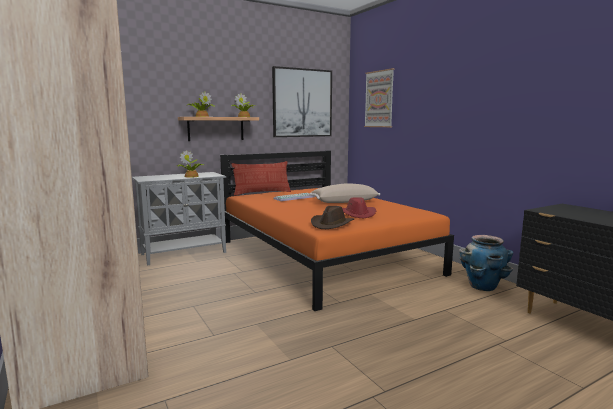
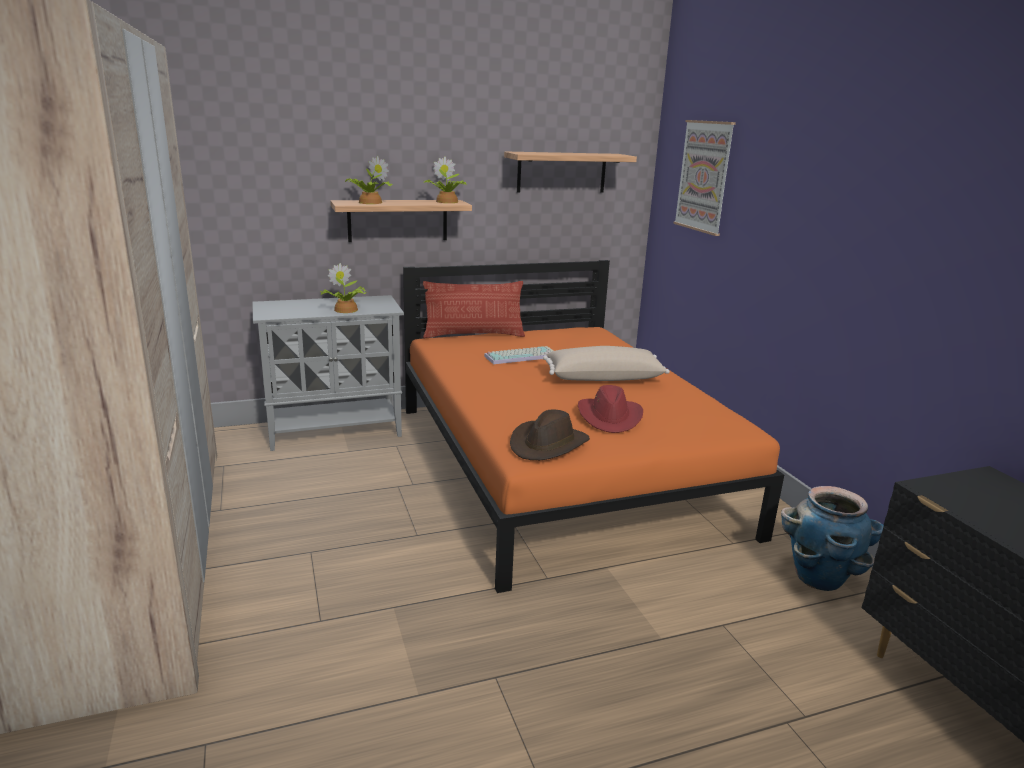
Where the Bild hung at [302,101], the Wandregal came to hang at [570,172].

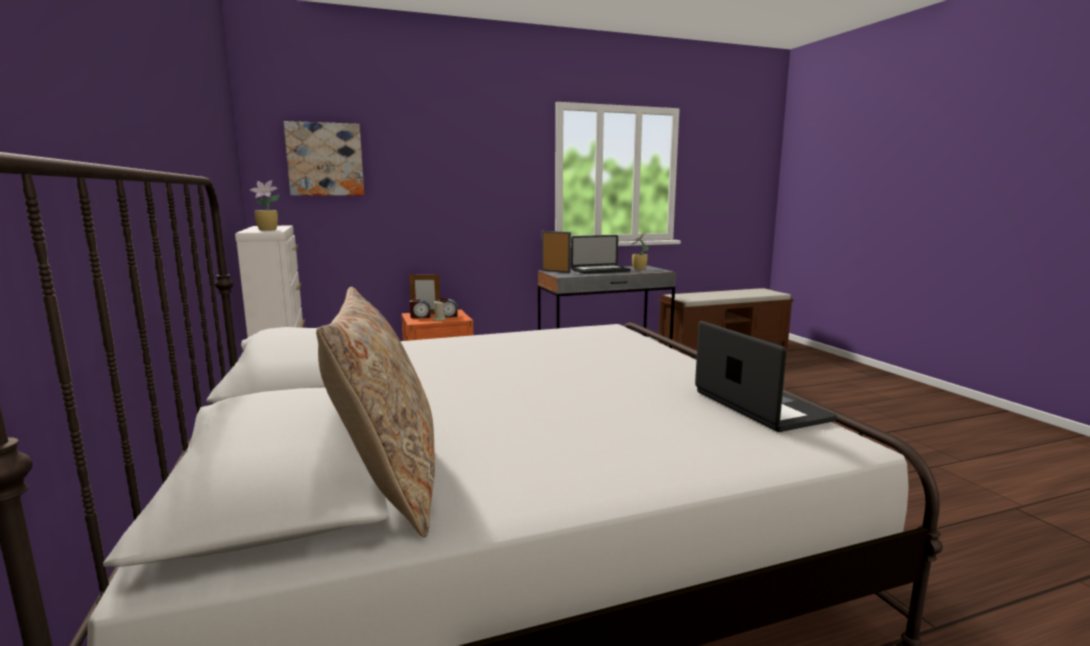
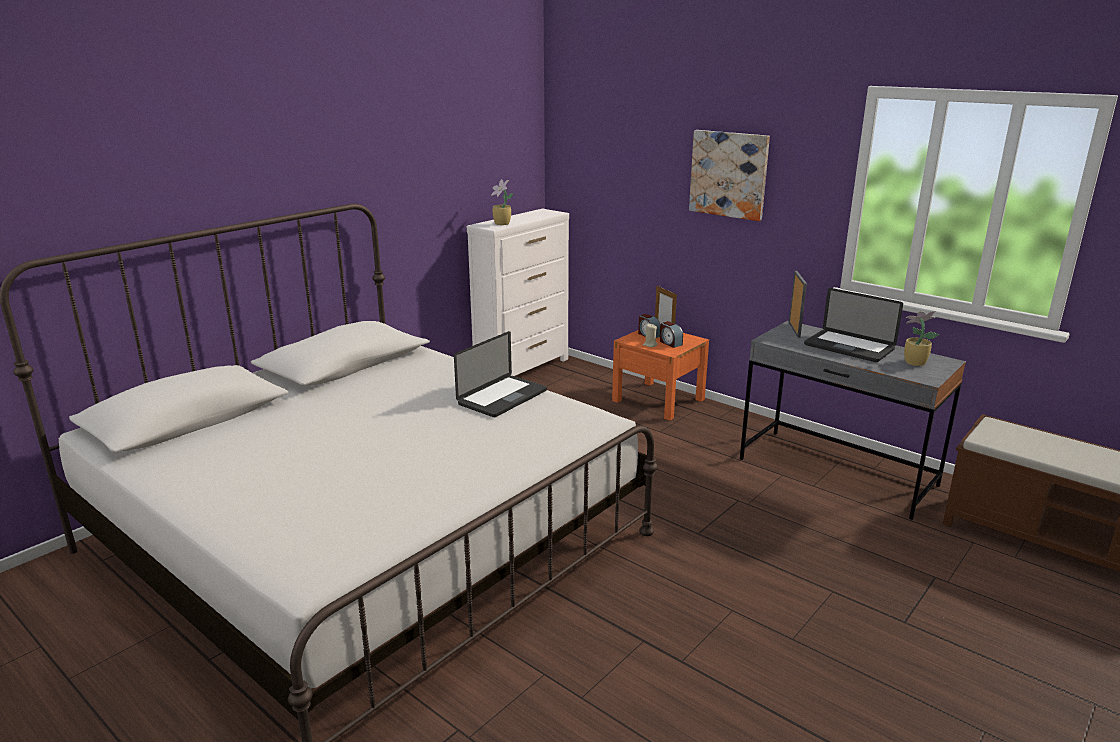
The Bild ended up elsewhere, having gone from [324,158] to [729,175]. The second view lost the Kissen [beige] at [375,412]. The Laptop ended up elsewhere, having gone from [766,376] to [500,374].

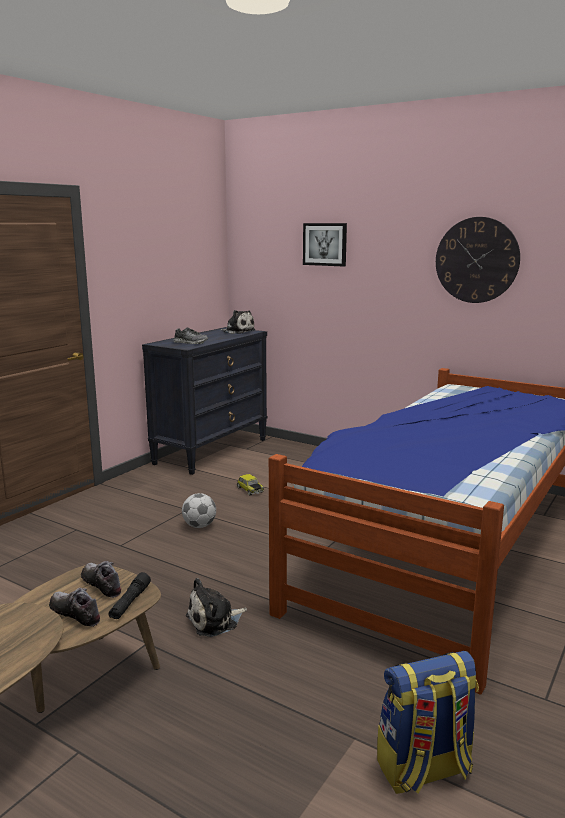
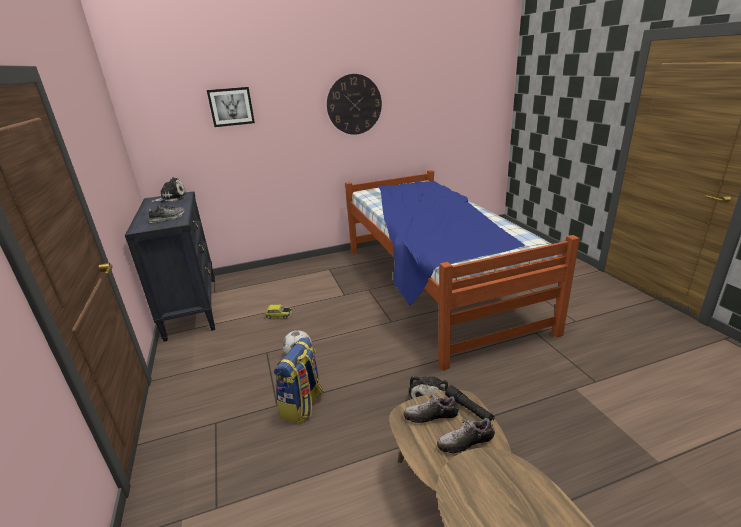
The Rucksack ended up elsewhere, having gone from [428,722] to [299,381].

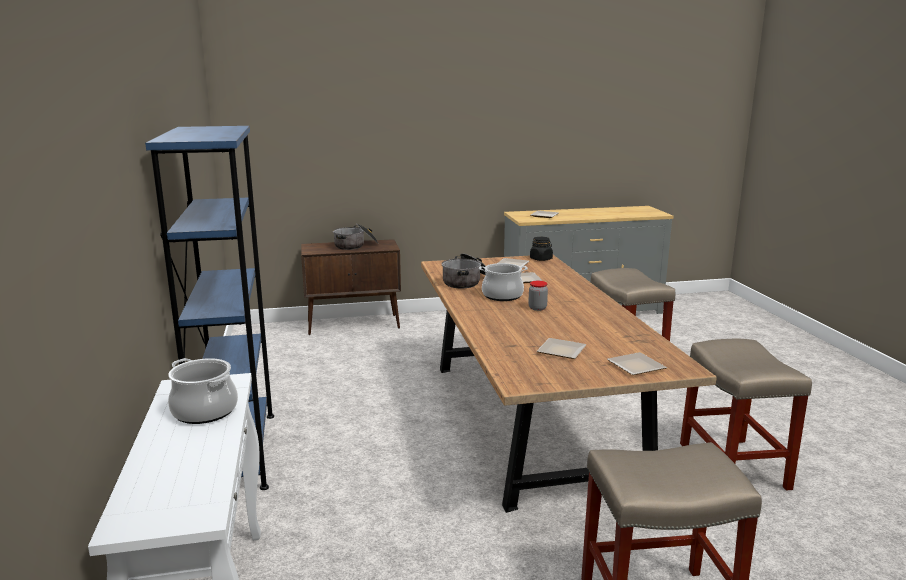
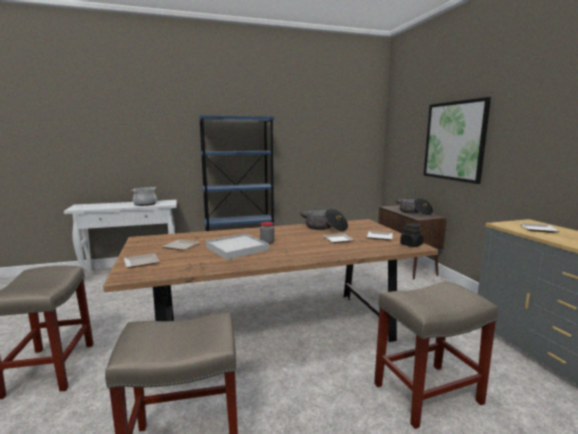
The second view lost the Kochtopf at [503,282]. The second view gained the Tablett [weiß] at [237,246]. The second view gained the Bild at [457,140].

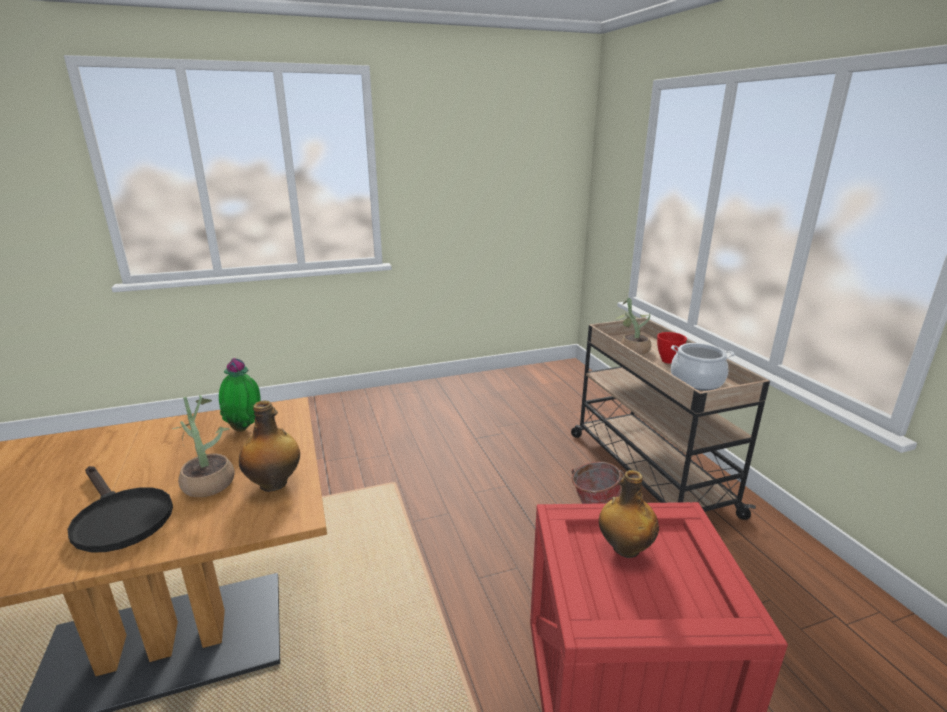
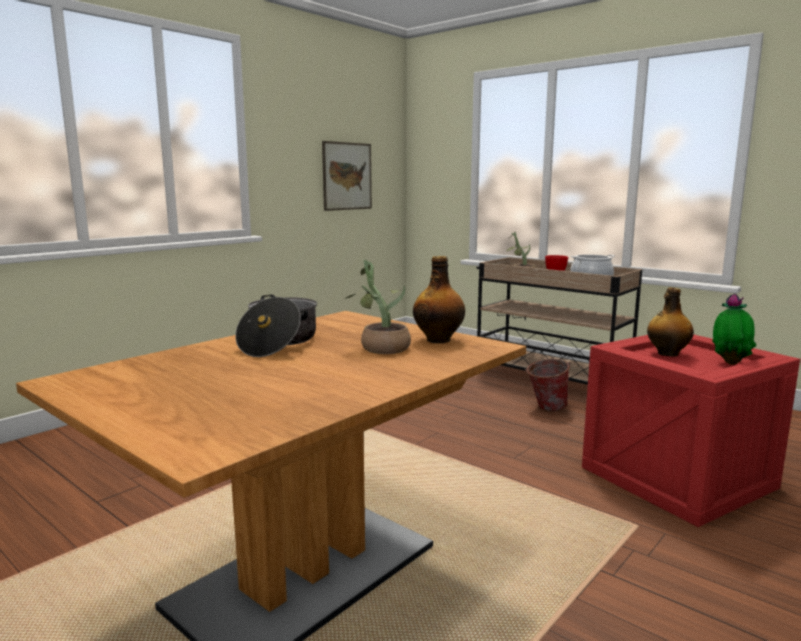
The second view lost the Pfanne [schwarz] at [120,509]. The Topfpflanze ended up elsewhere, having gone from [240,395] to [734,329]. The second view gained the Kochtopf at [276,326]. The second view gained the Bild at [347,176].

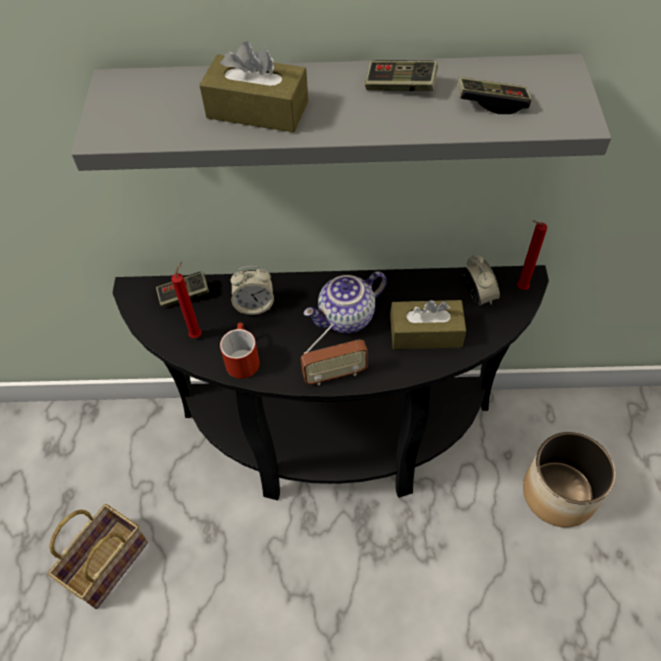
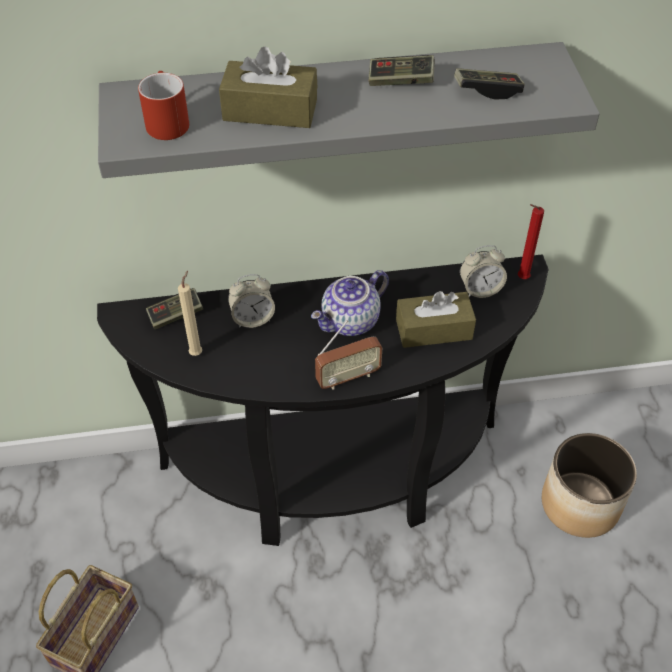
What was the Kerze [rot] at [186,300] turned into the Kerze [beige] at [190,313]. The Henkelbecher [rot] ended up elsewhere, having gone from [240,350] to [163,105]. The Wecker at [481,280] ended up facing another way, 105 degrees clockwise from before.

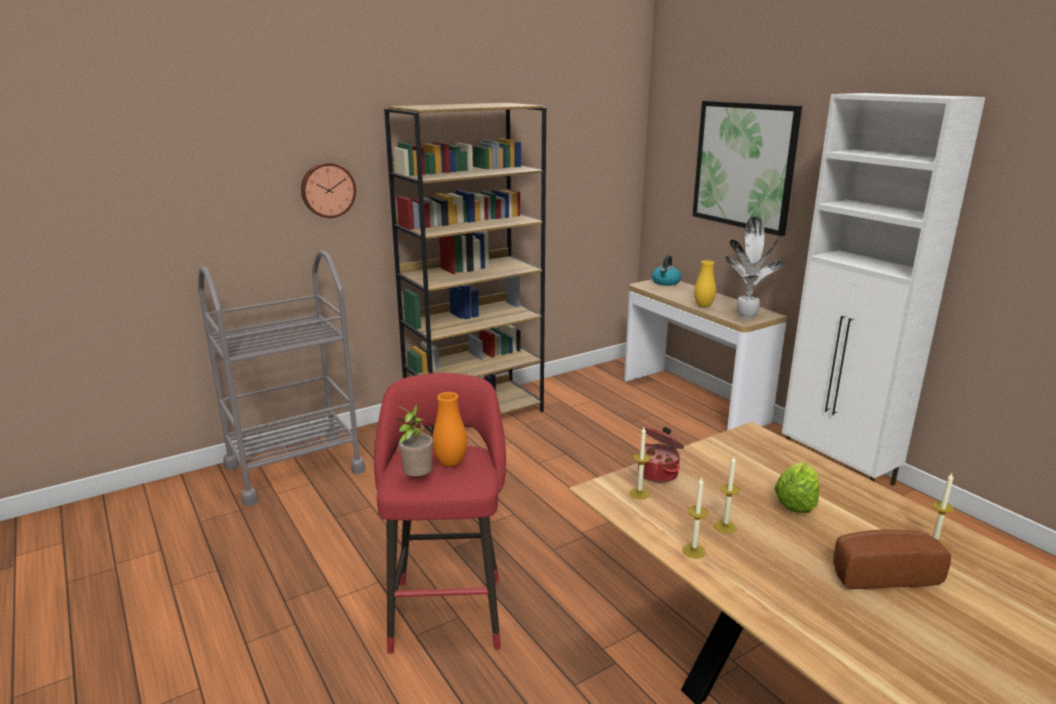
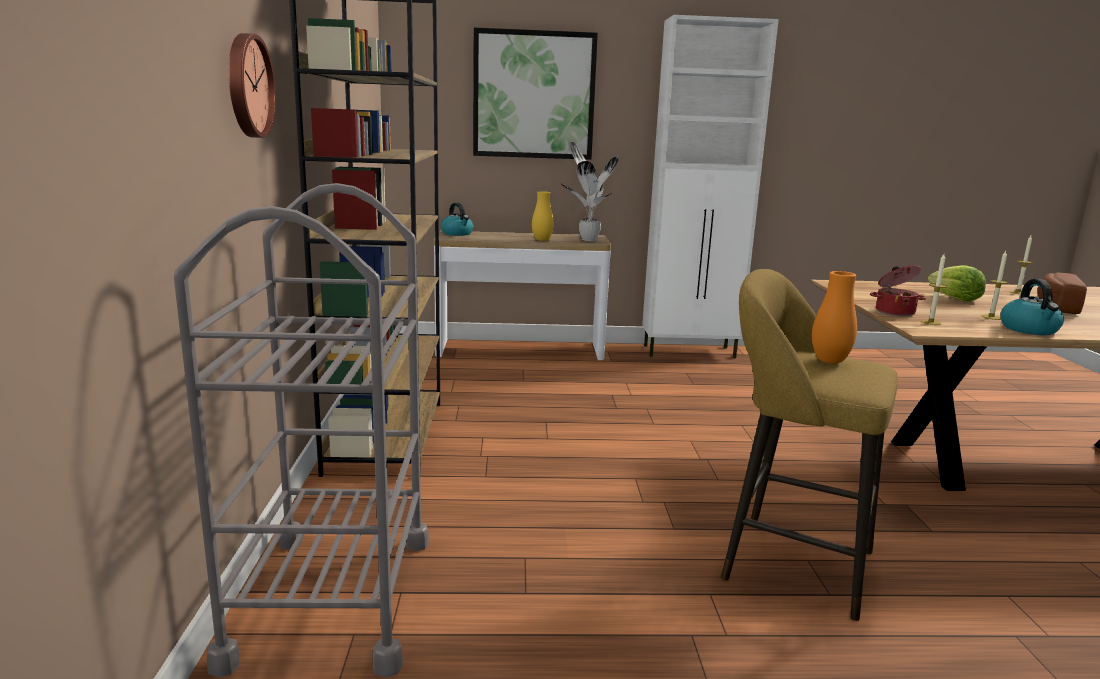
What was the Hocker [rot] at [440,513] turned into the Hocker [gelb] at [809,445]. The second view lost the Topfpflanze at [415,439]. Where the Kerze stood at [695,518], the Wasserkessel came to stand at [1032,307].

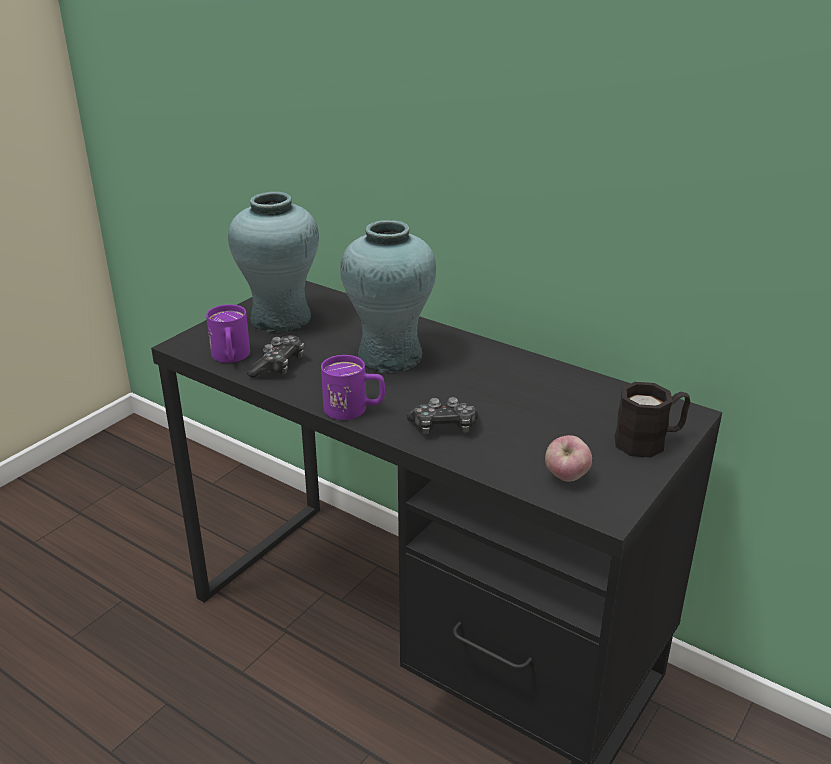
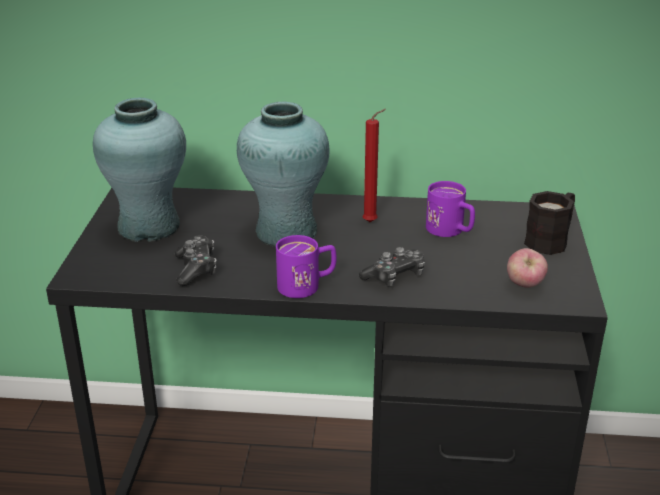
The Henkelbecher [lila] ended up elsewhere, having gone from [228,333] to [450,209]. The second view gained the Kerze [rot] at [374,165].

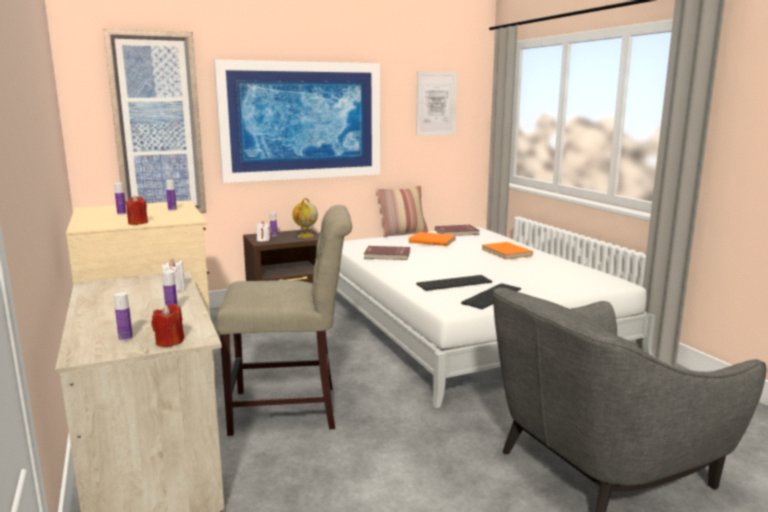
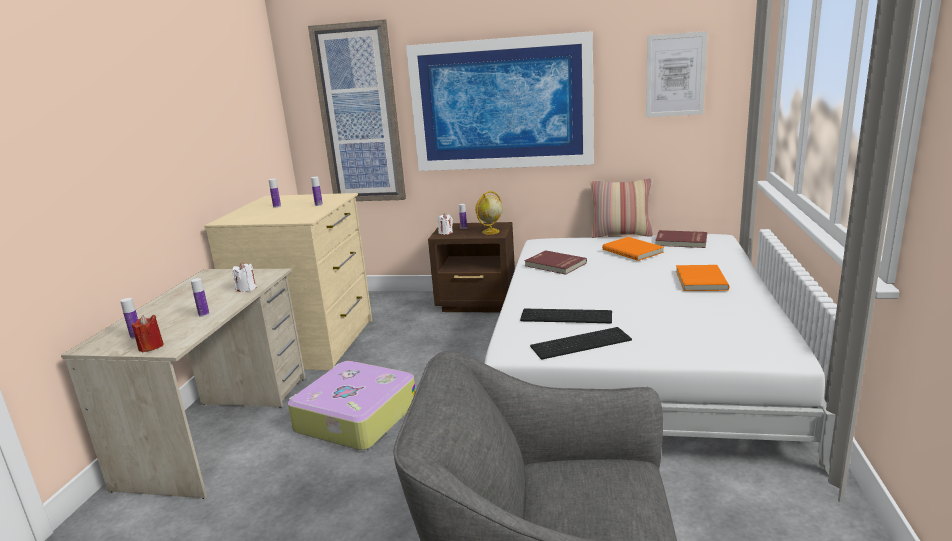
The second view lost the Kerze [rot] at [136,210]. Where the Stuhl [beige] stood at [284,320], the Koffer came to stand at [352,405].

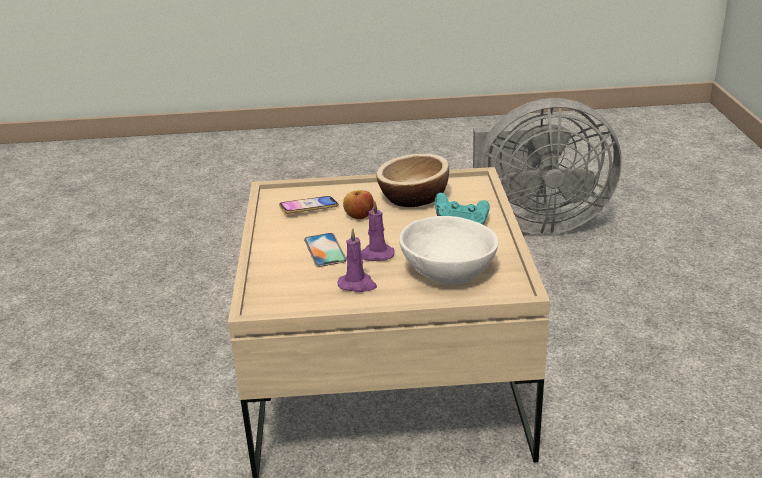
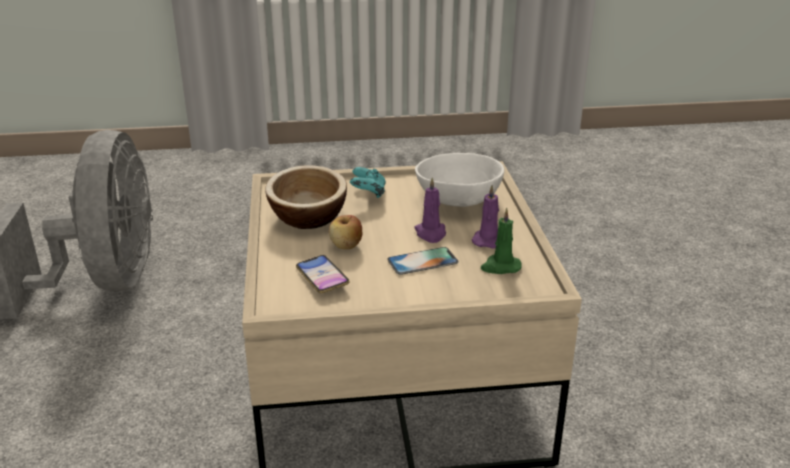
The second view gained the Kerze [grün] at [501,241].

